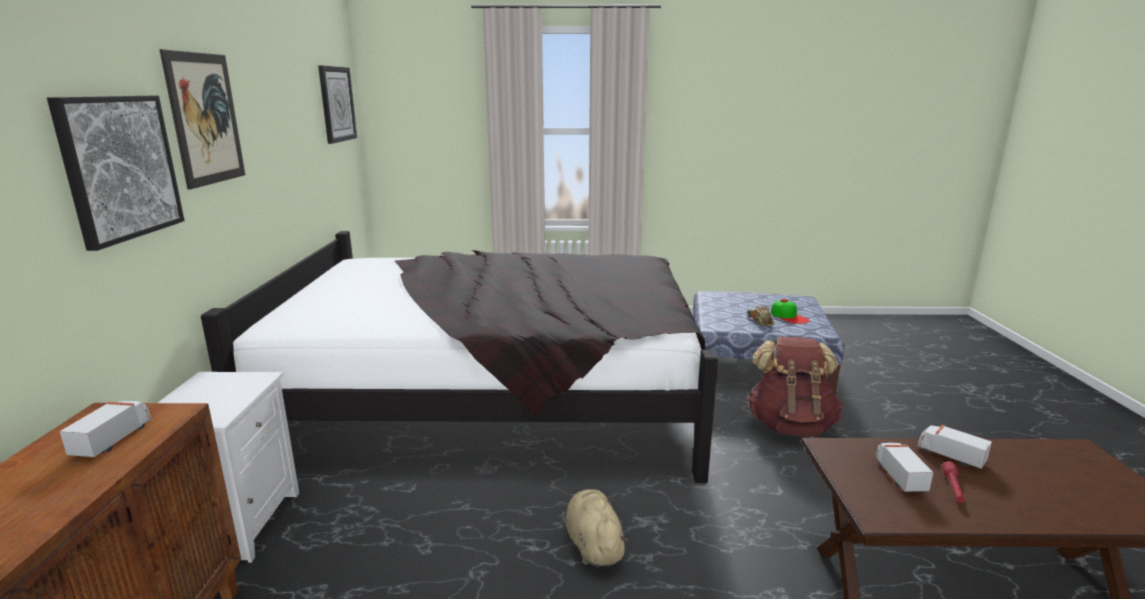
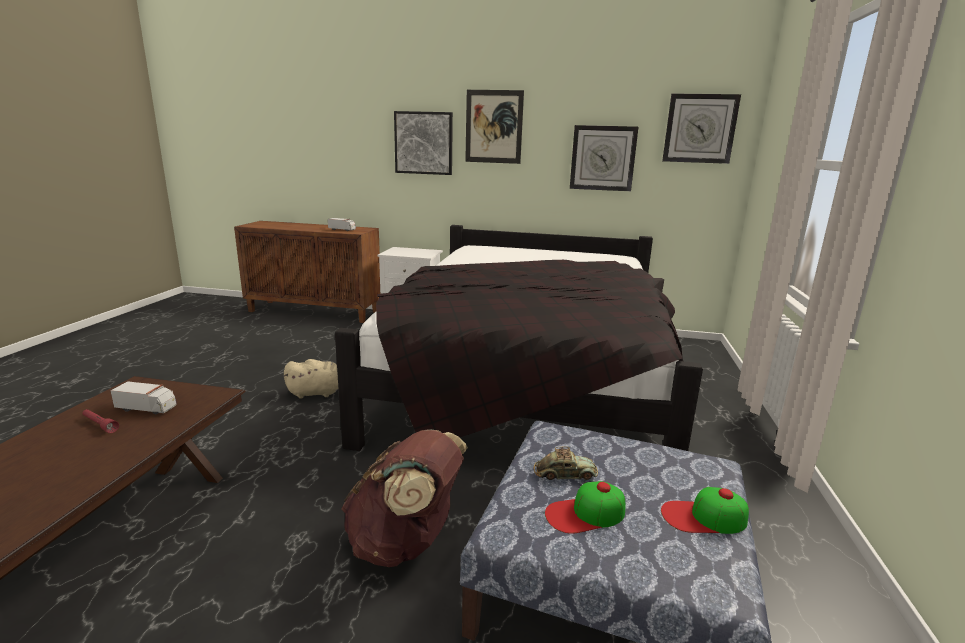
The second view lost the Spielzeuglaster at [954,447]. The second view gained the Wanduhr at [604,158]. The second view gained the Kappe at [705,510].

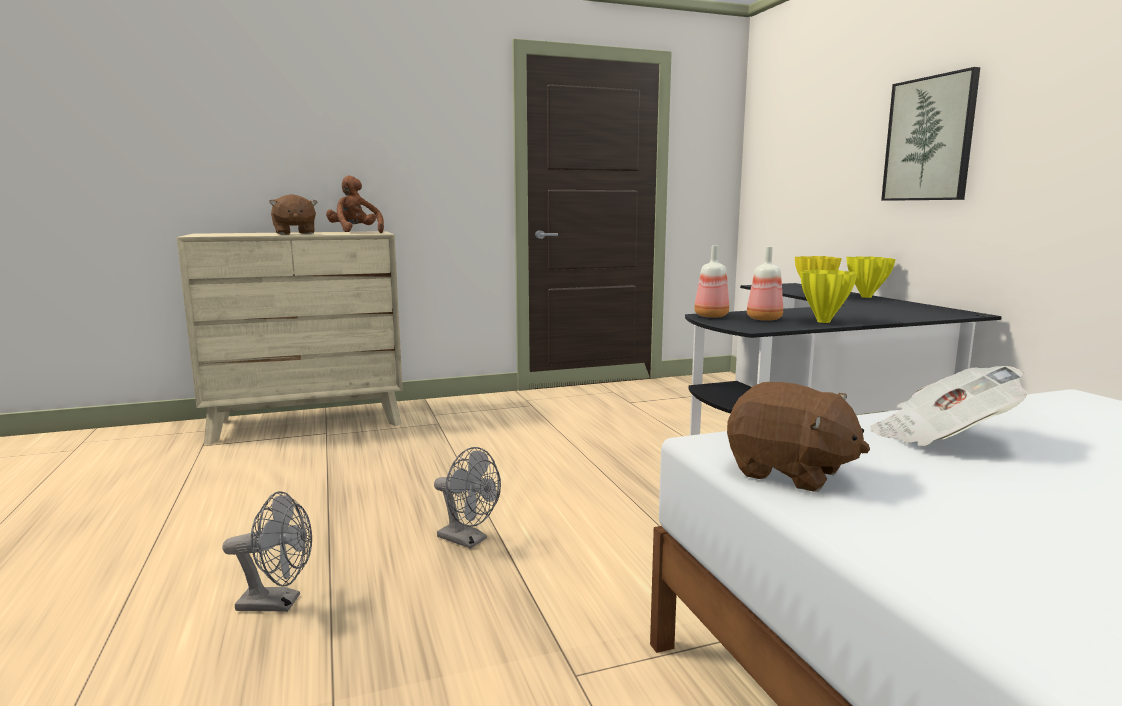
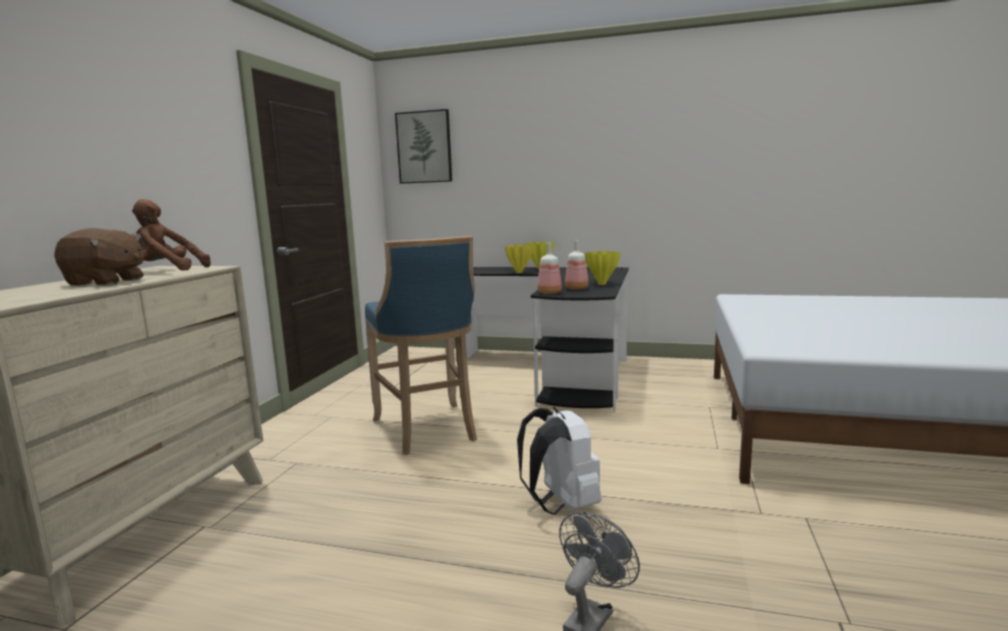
Where the Ventilator [grau] stood at [467,498], the Rucksack [weiß] came to stand at [559,461]. The second view lost the Plüschtier [braun] at [798,437]. The second view lost the Zeitung at [949,406]. The Bild ended up elsewhere, having gone from [930,134] to [423,146]. The second view gained the Hocker [blau] at [421,345].

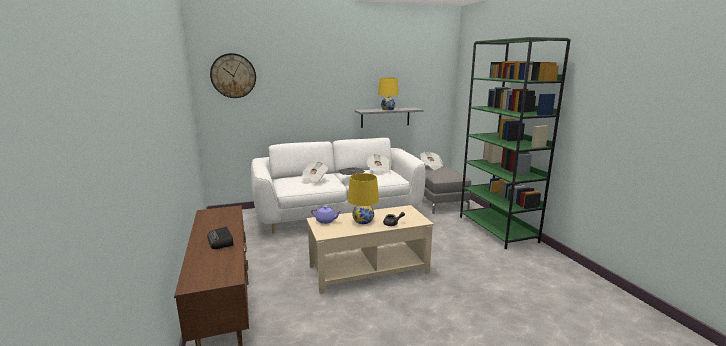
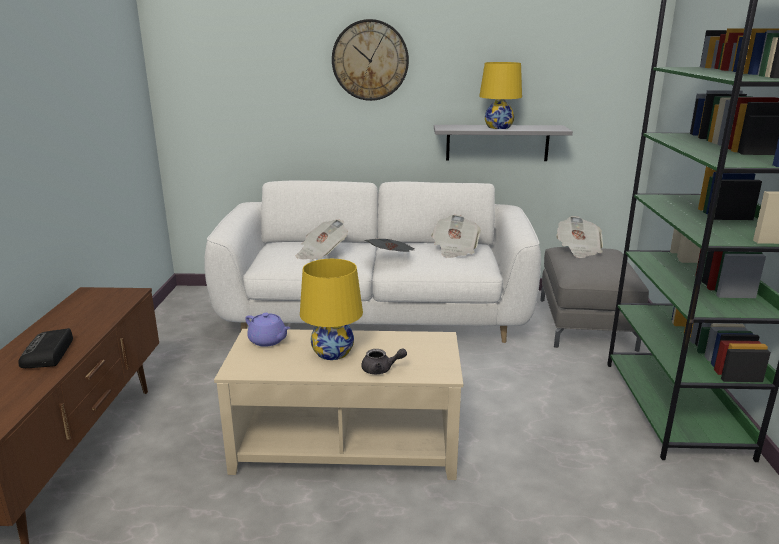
The Wanduhr ended up elsewhere, having gone from [233,75] to [370,60].

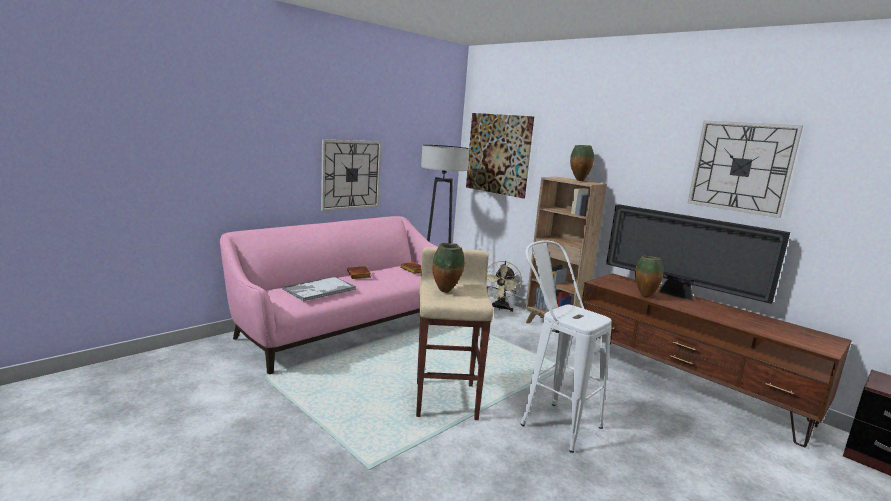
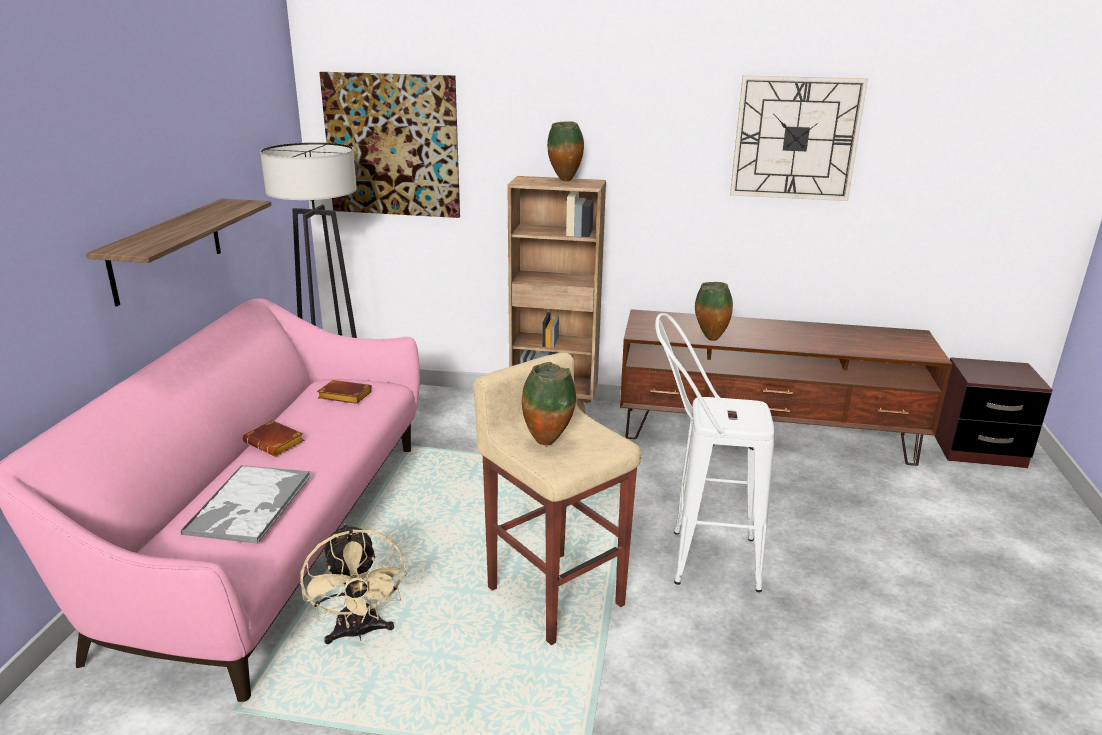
Where the Wanduhr hung at [351,175], the Wandregal came to hang at [179,252]. The Ventilator [beige] ended up elsewhere, having gone from [504,286] to [353,584]. The second view lost the Fernseher at [698,254].

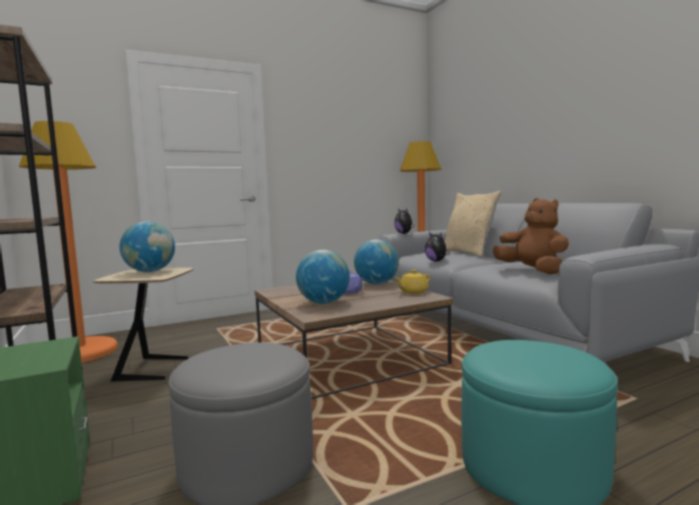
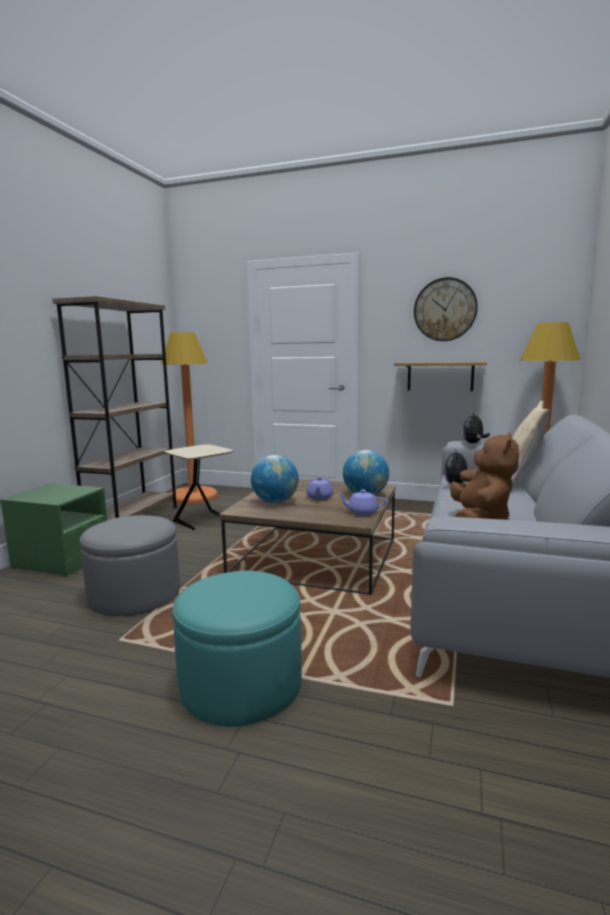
The second view lost the Globus at [147,246]. What was the Teekanne [gelb] at [413,282] turned into the Teekanne [lila] at [362,502]. The second view gained the Wandregal at [440,376]. The second view gained the Wanduhr at [446,309].

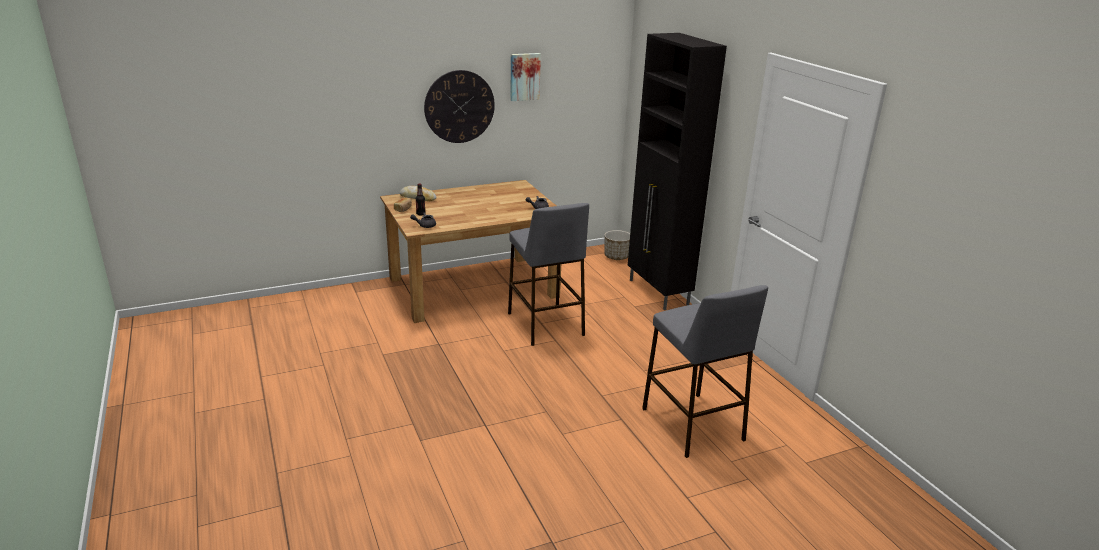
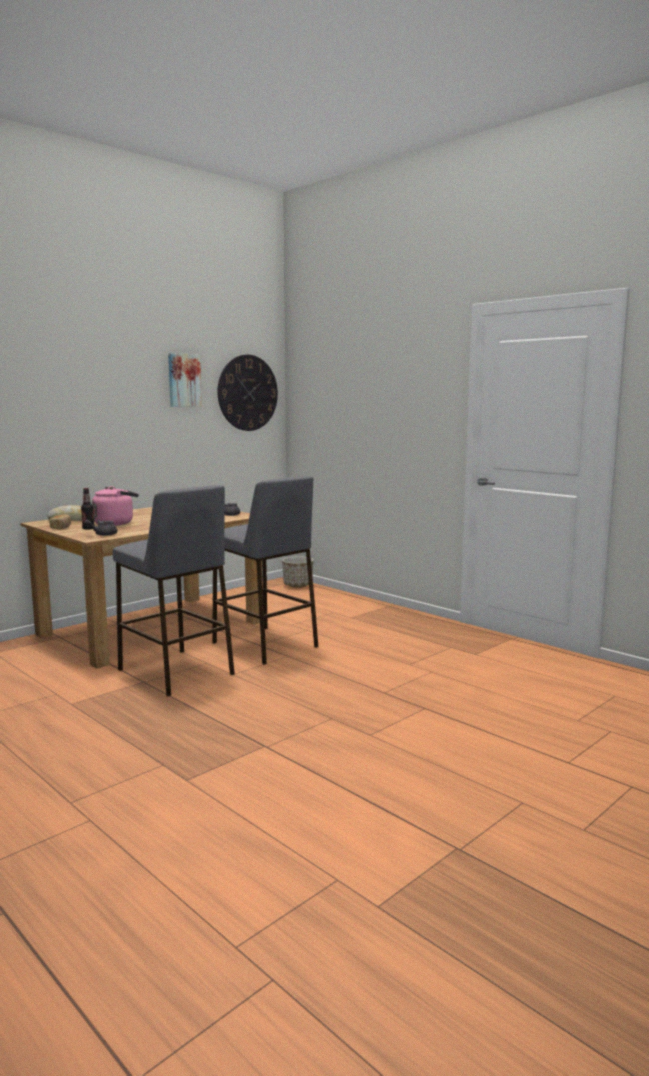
The Wanduhr ended up elsewhere, having gone from [459,106] to [247,393]. The second view lost the Schrank [schwarz] at [677,171]. The Hocker [grau] ended up elsewhere, having gone from [705,371] to [174,590]. The second view gained the Wasserkessel [rosa] at [115,506].

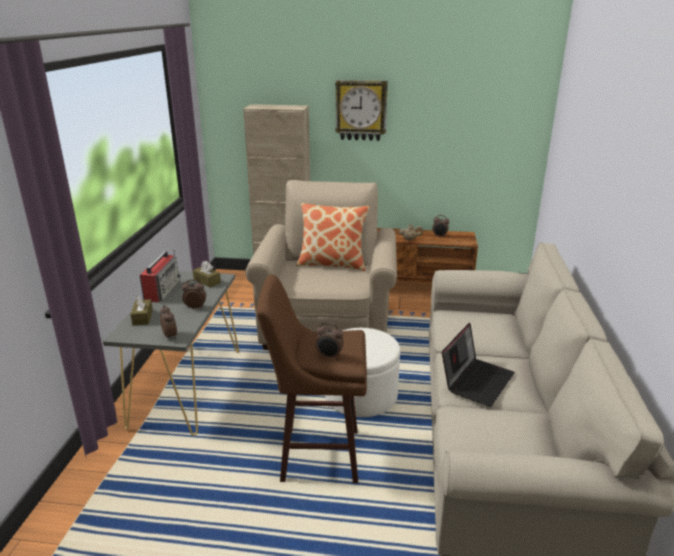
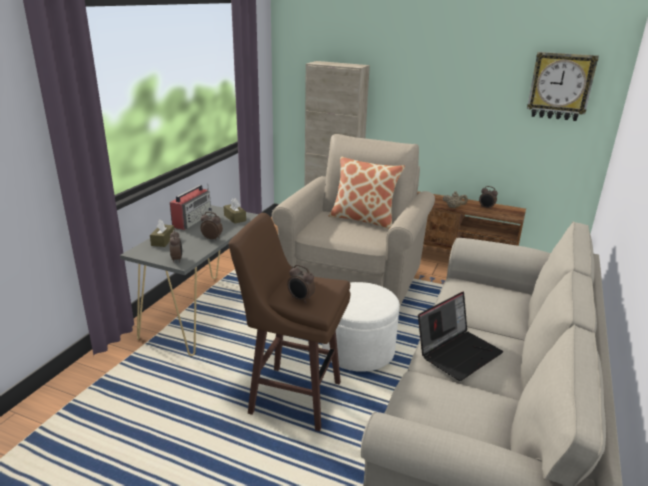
The Wanduhr ended up elsewhere, having gone from [361,110] to [563,86].

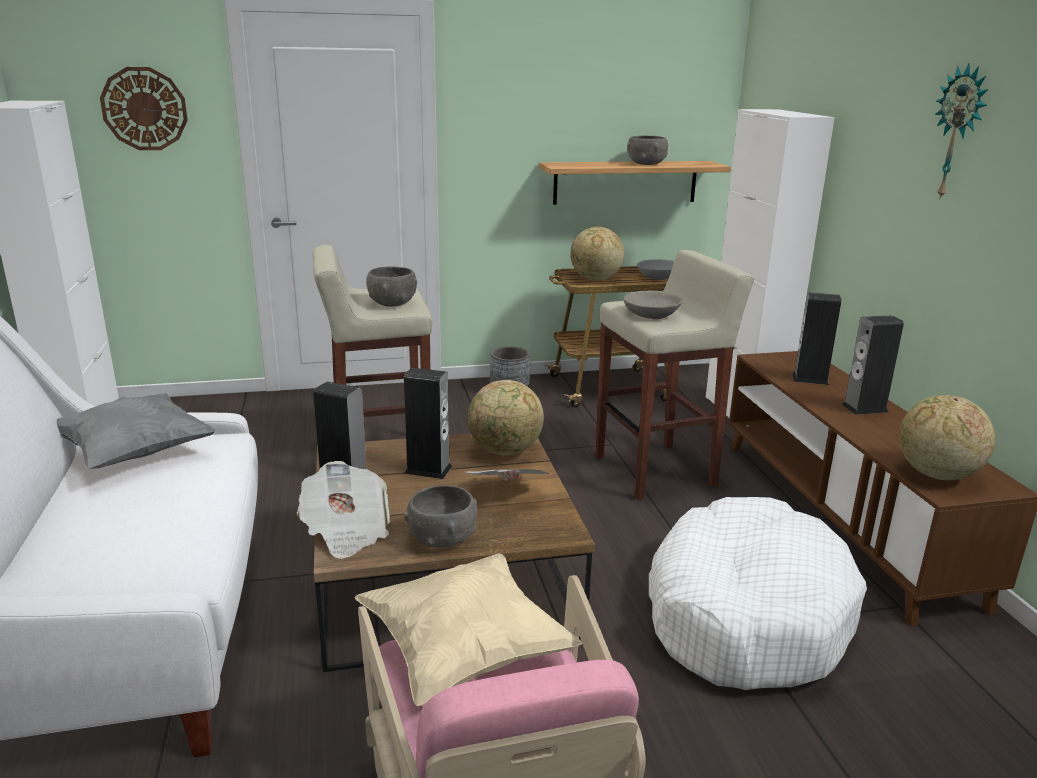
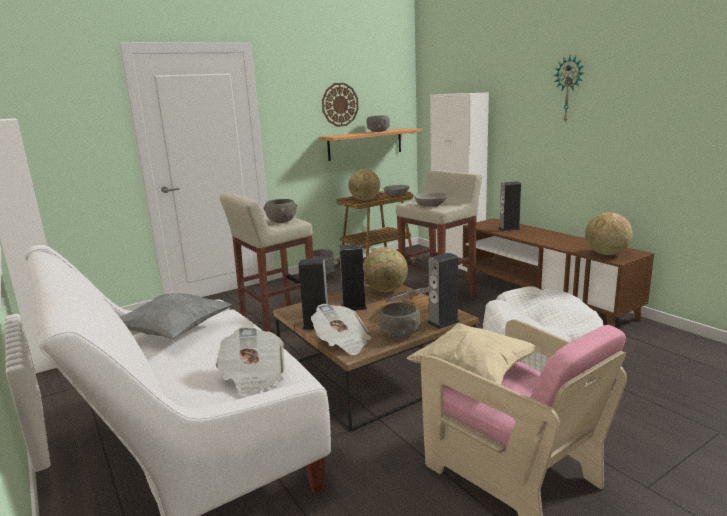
The Wanduhr ended up elsewhere, having gone from [144,108] to [340,105]. The Lautsprecher ended up elsewhere, having gone from [872,365] to [443,291]. The second view gained the Zeitung at [250,361].

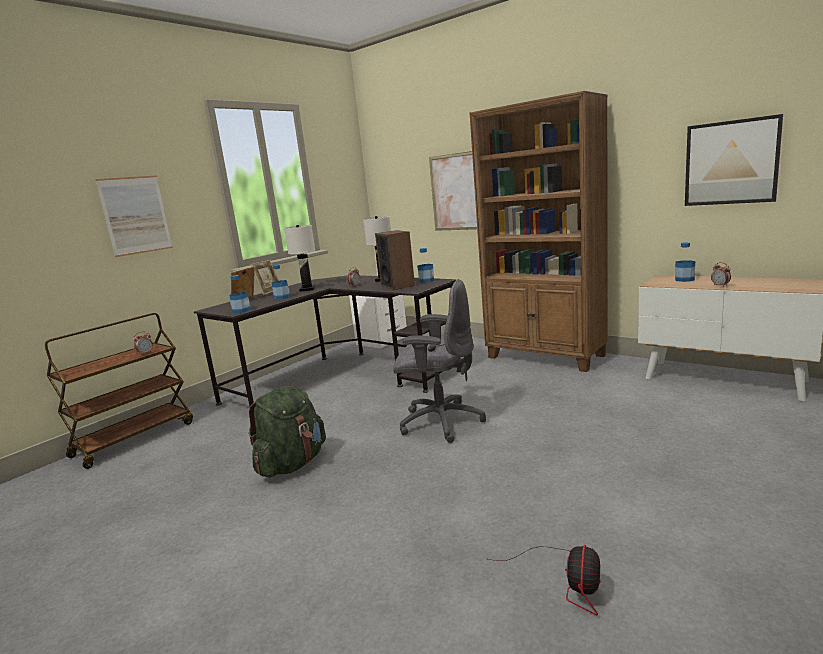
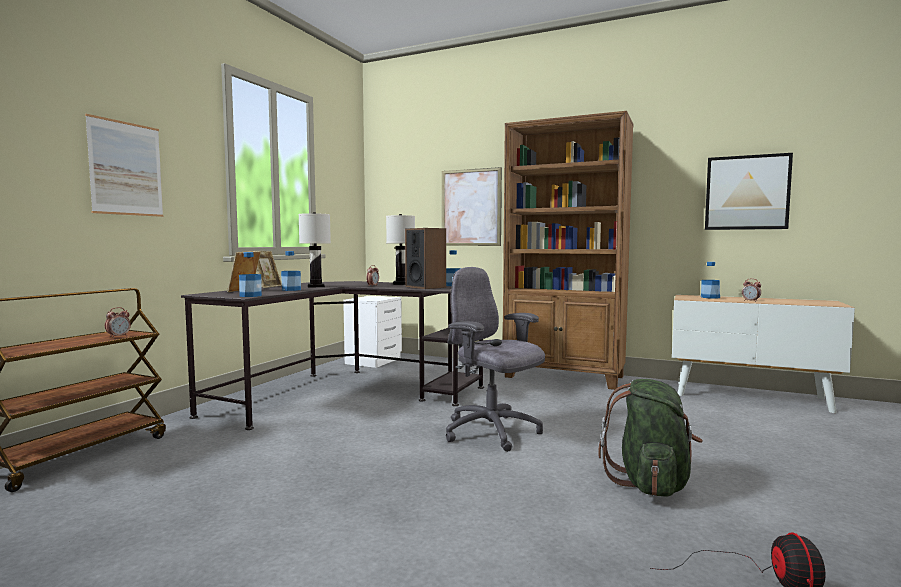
The Rucksack [grün] ended up elsewhere, having gone from [287,431] to [650,438]. The Bürostuhl [grau] at [439,361] ended up facing another way, 135 degrees counterclockwise from before.

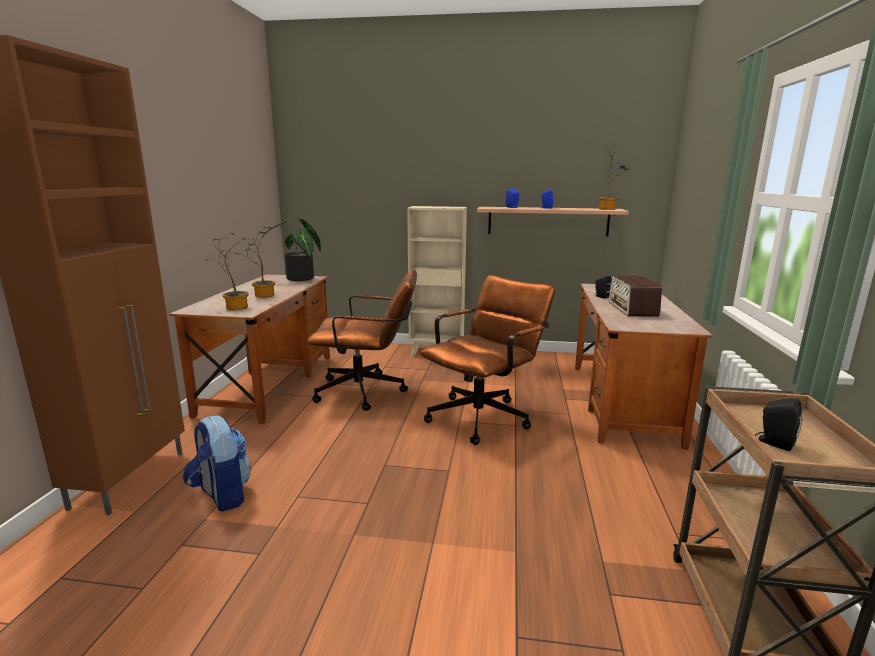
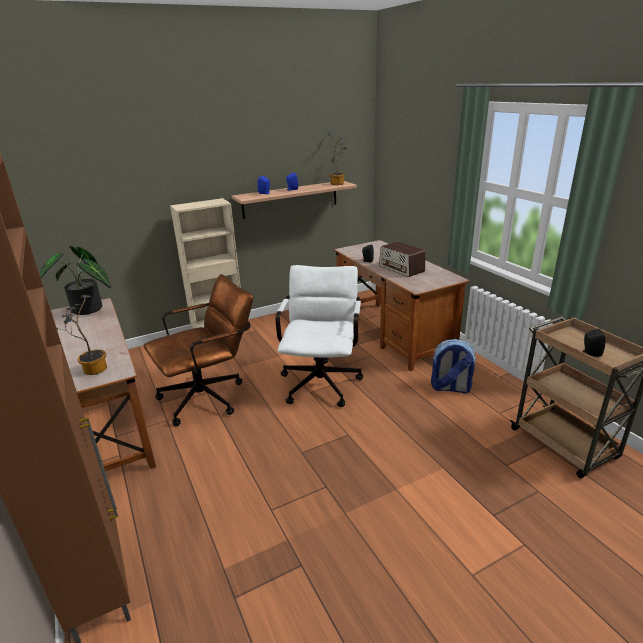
The Rucksack ended up elsewhere, having gone from [217,463] to [453,366]. The second view lost the Topfpflanze at [254,262]. What was the Bürostuhl [braun] at [488,360] turned into the Bürostuhl [weiß] at [319,336].

